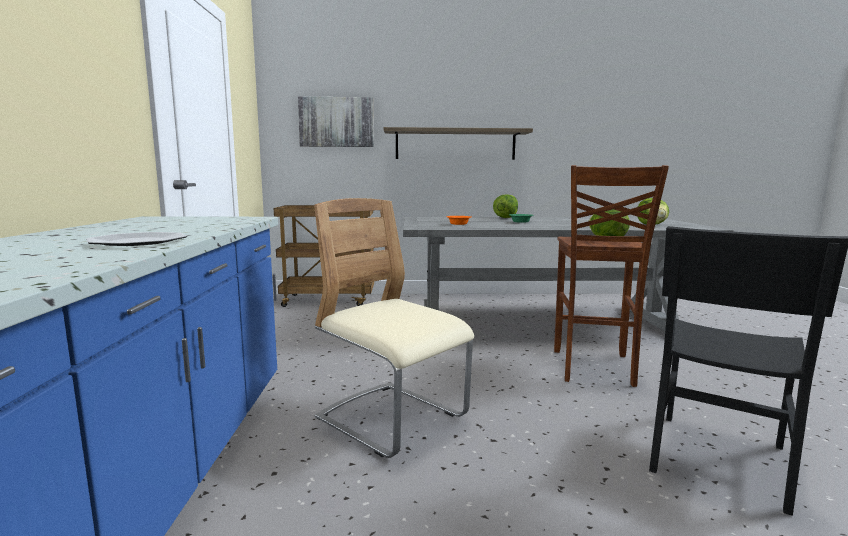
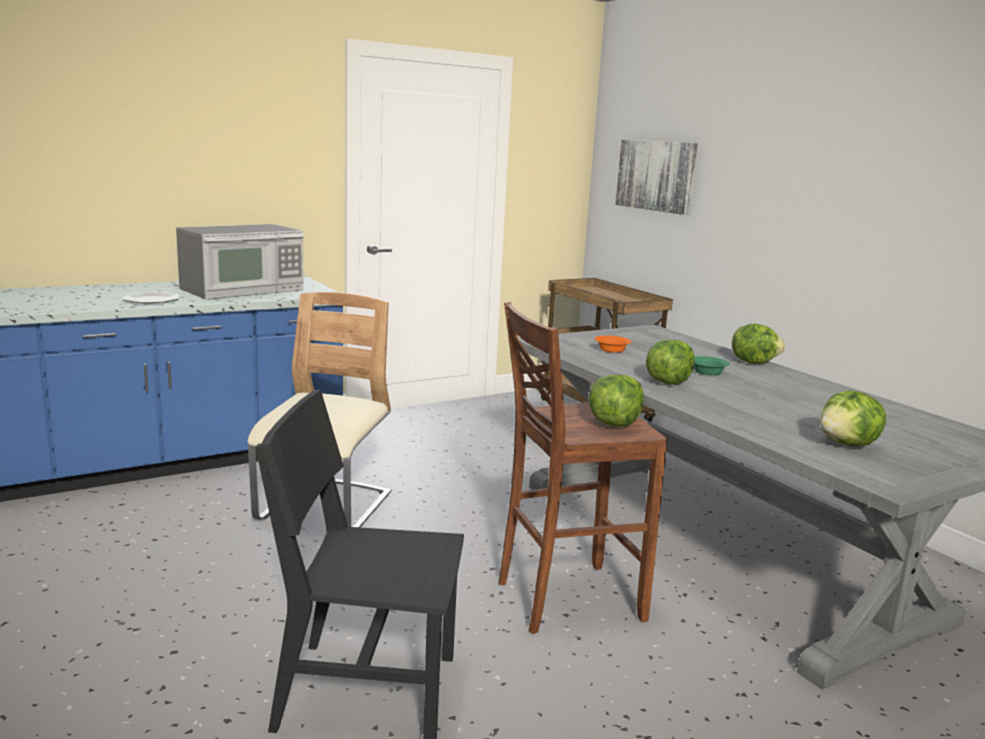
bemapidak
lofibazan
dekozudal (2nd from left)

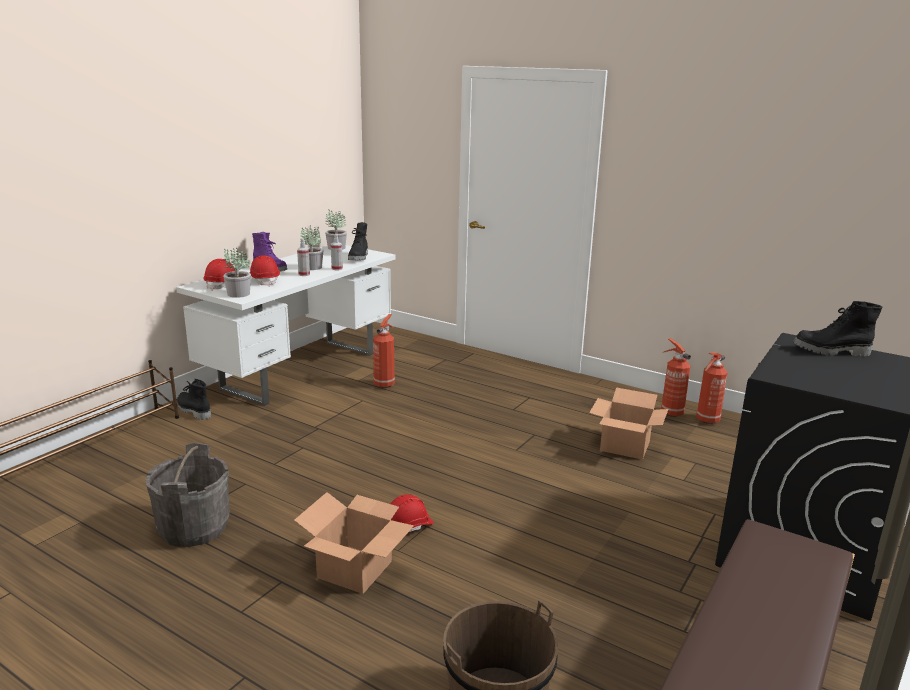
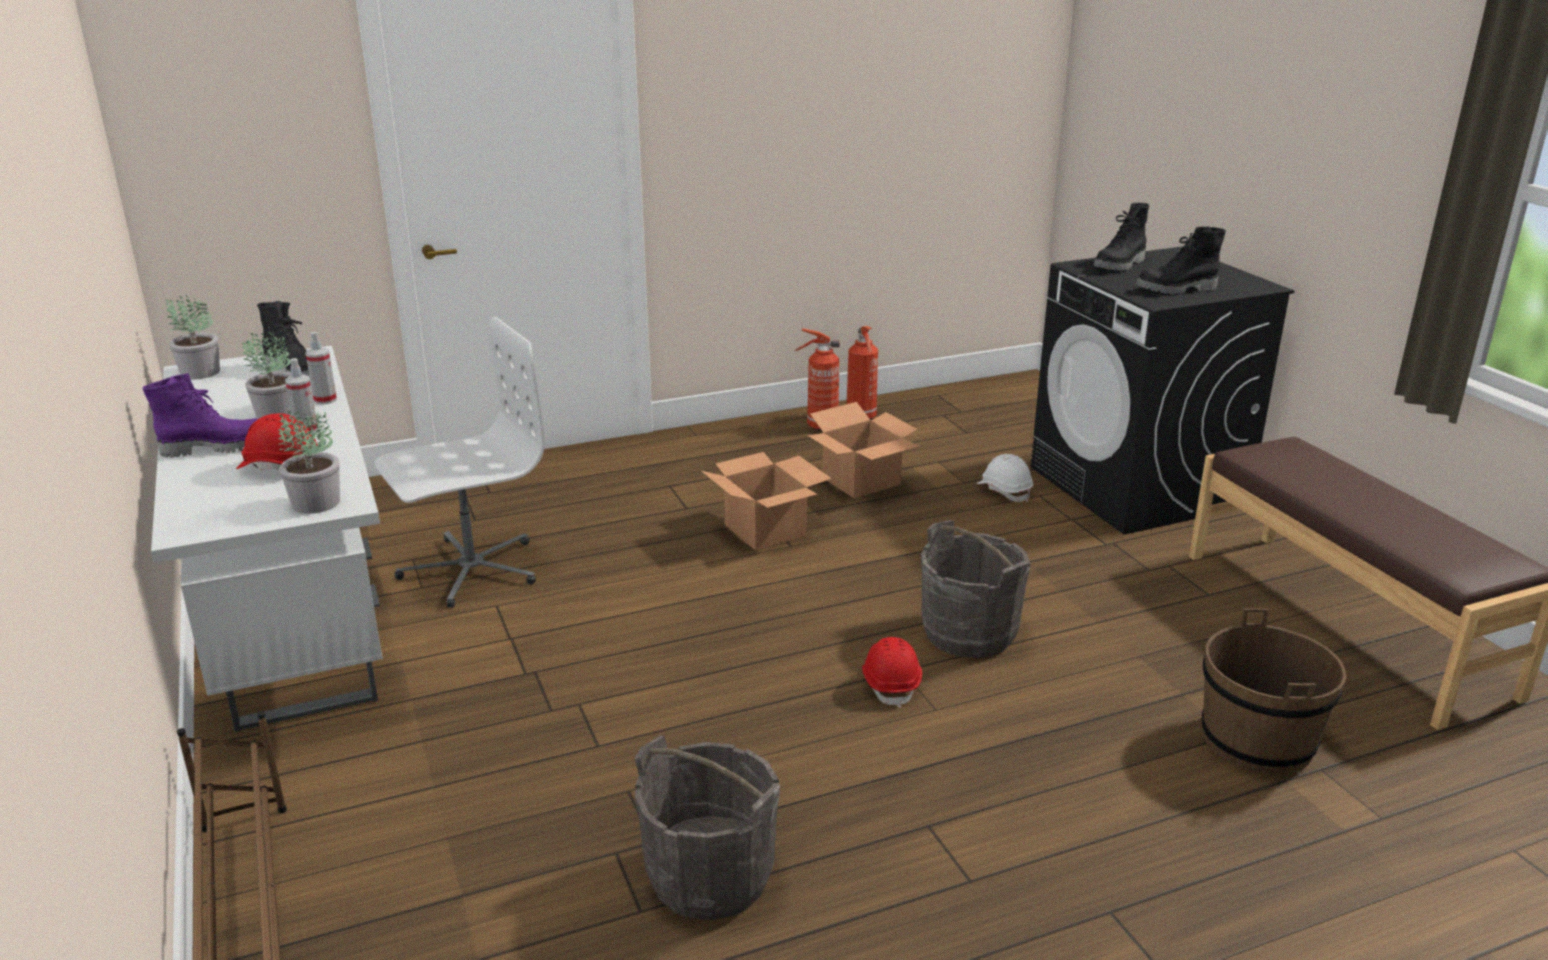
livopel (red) (1st from left in the first image)
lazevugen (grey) (2nd from left)
livopel (white)
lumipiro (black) (3rd from left)
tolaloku (1st from left)
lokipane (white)

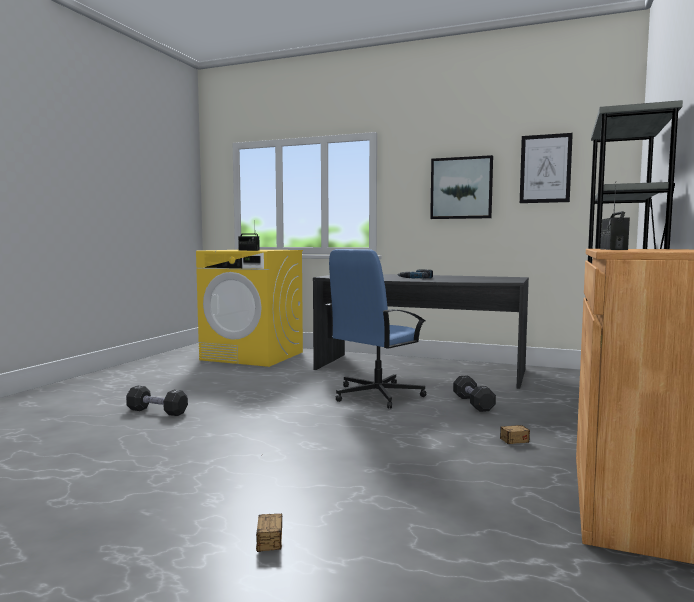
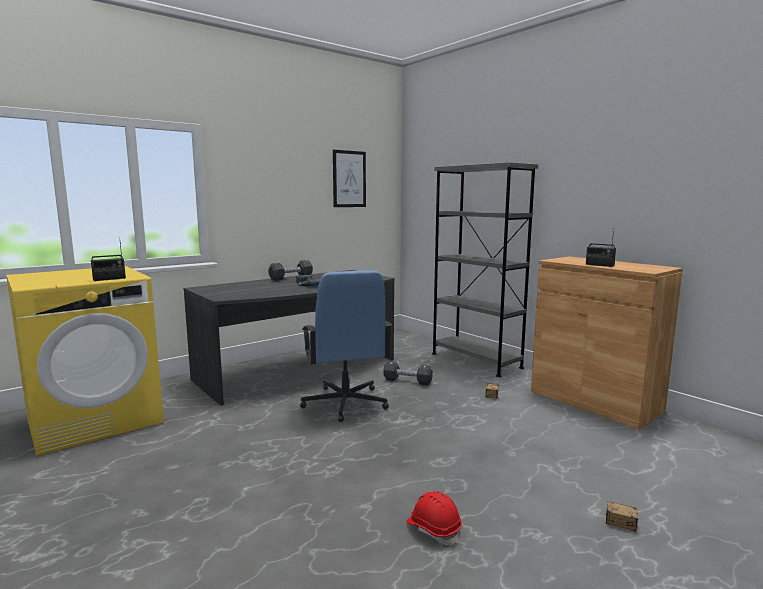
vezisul (1st from left in the first image)
livopel (red)
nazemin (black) (1st from left)

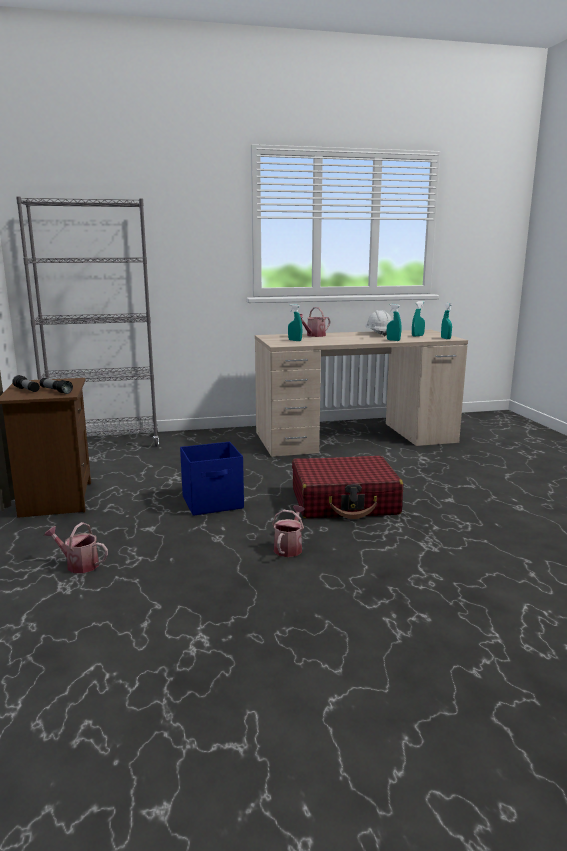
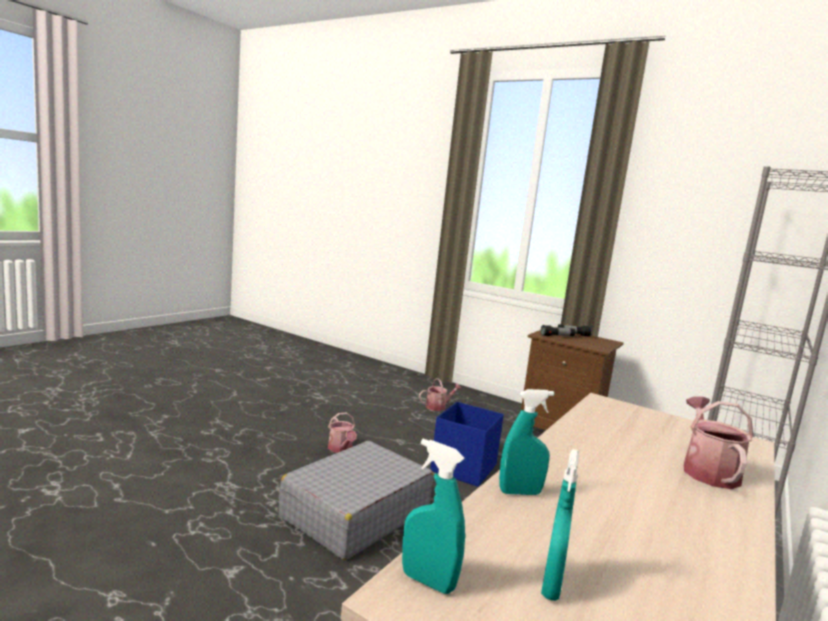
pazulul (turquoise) (1st from left in the first image)
livopel (white)
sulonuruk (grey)

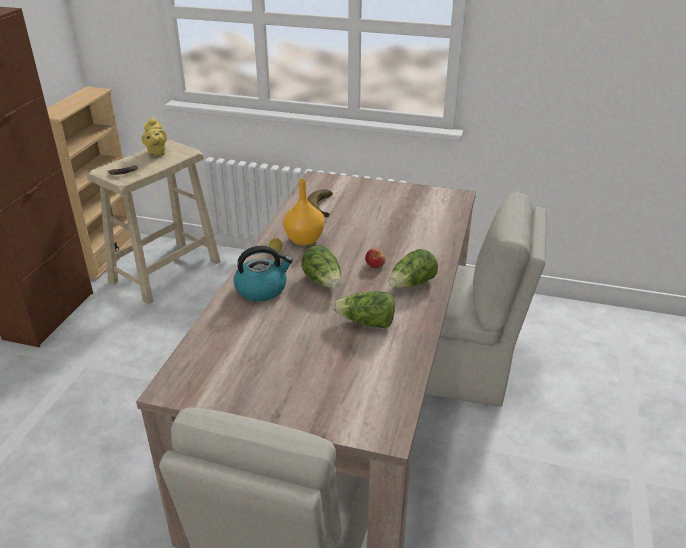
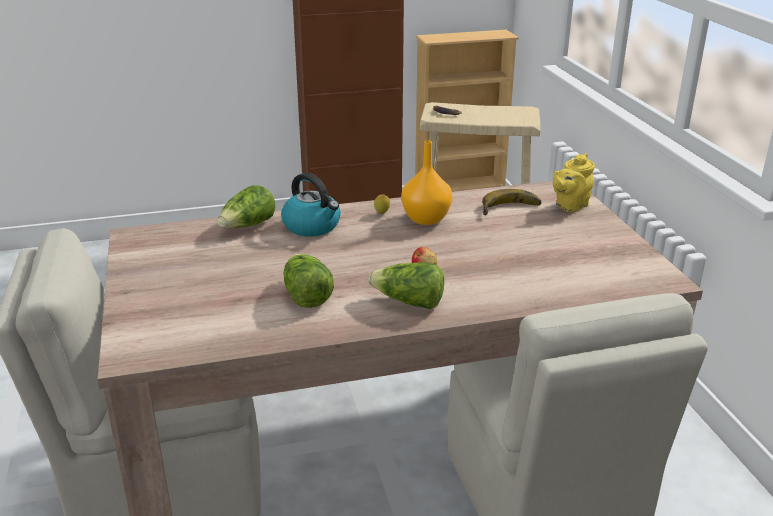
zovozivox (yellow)
dekozudal (1st from left)

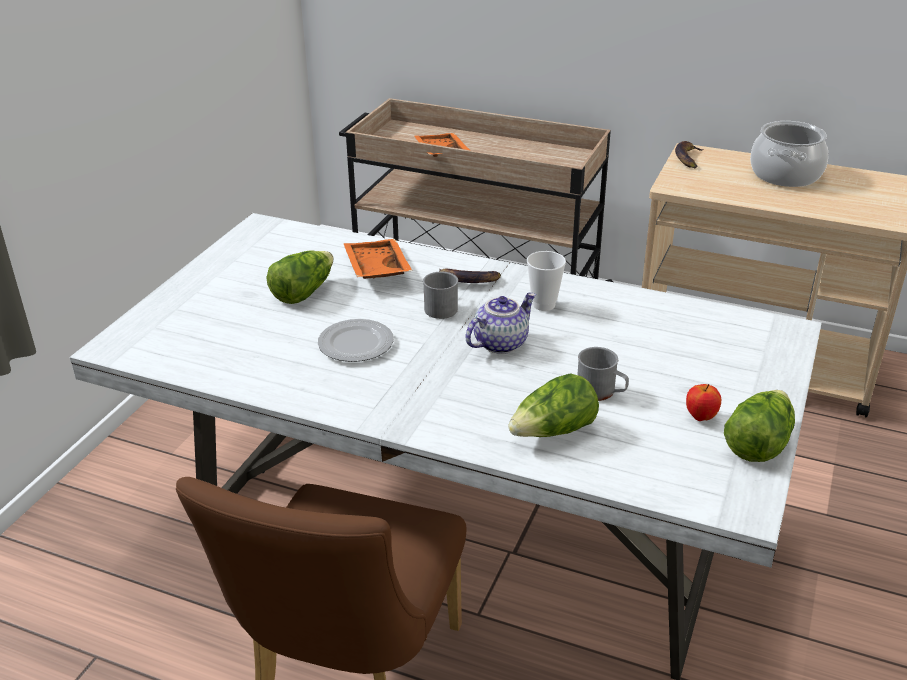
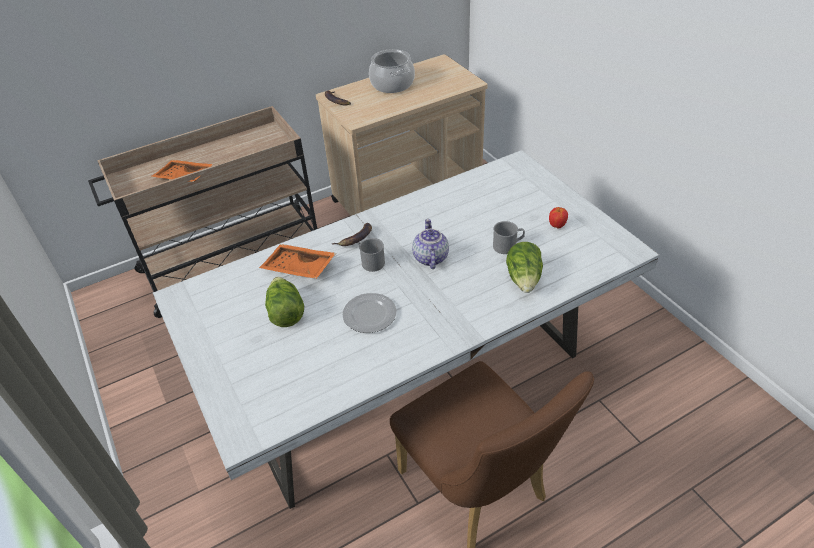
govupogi
dekozudal (3rd from left in the first image)

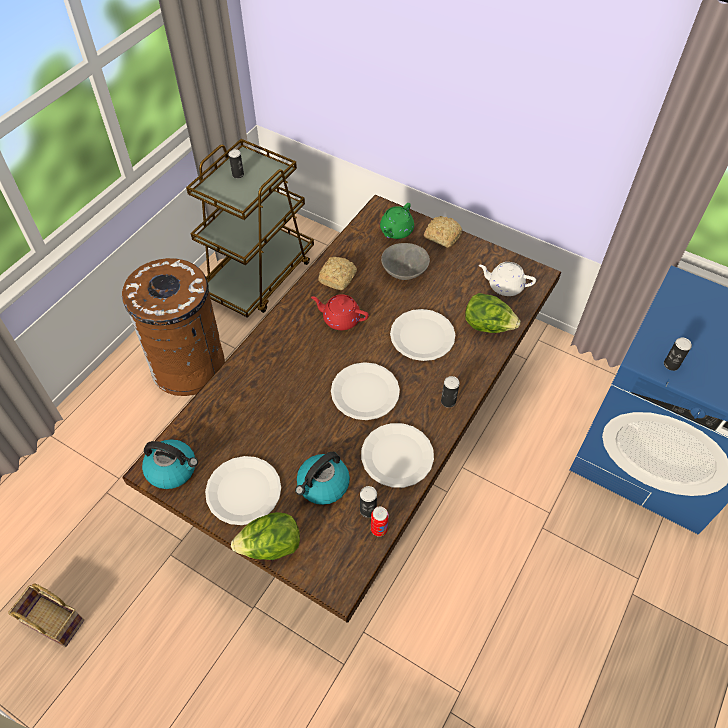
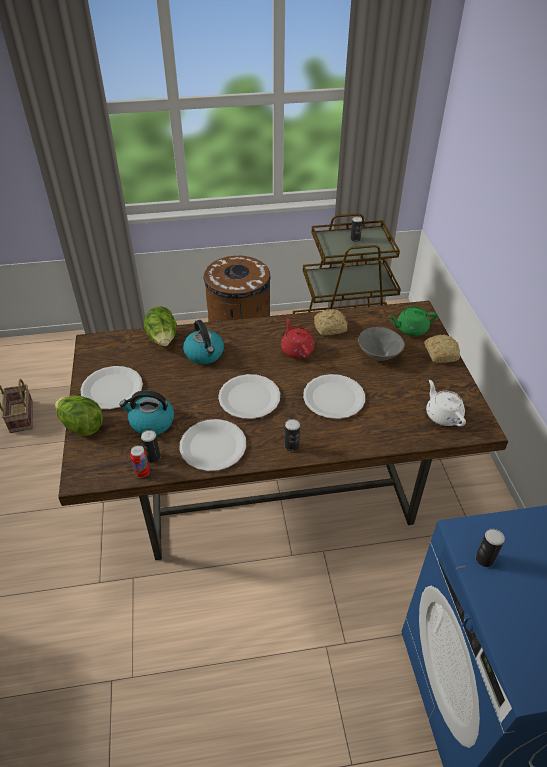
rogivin (2nd from left)
dekozudal (2nd from left)

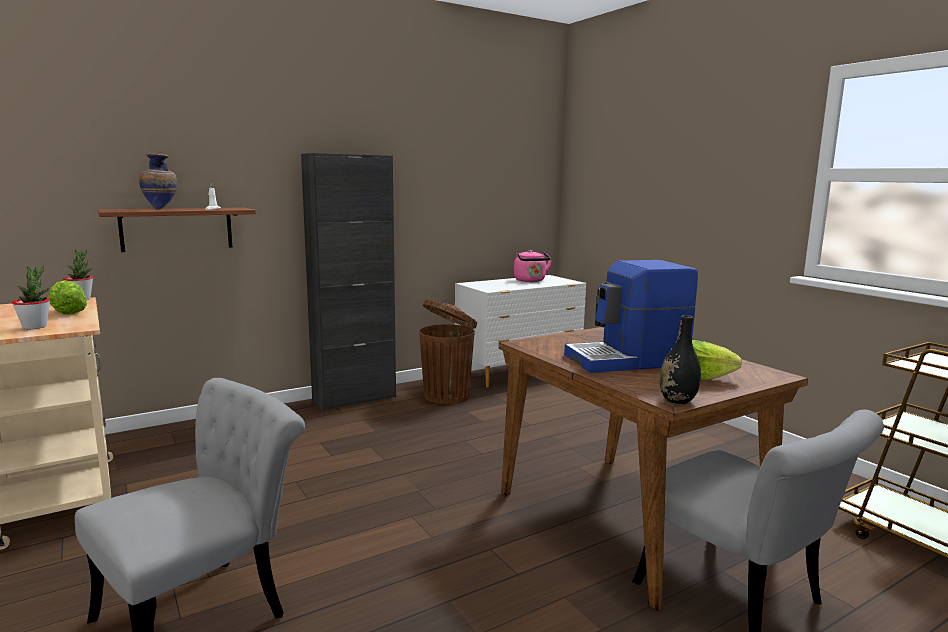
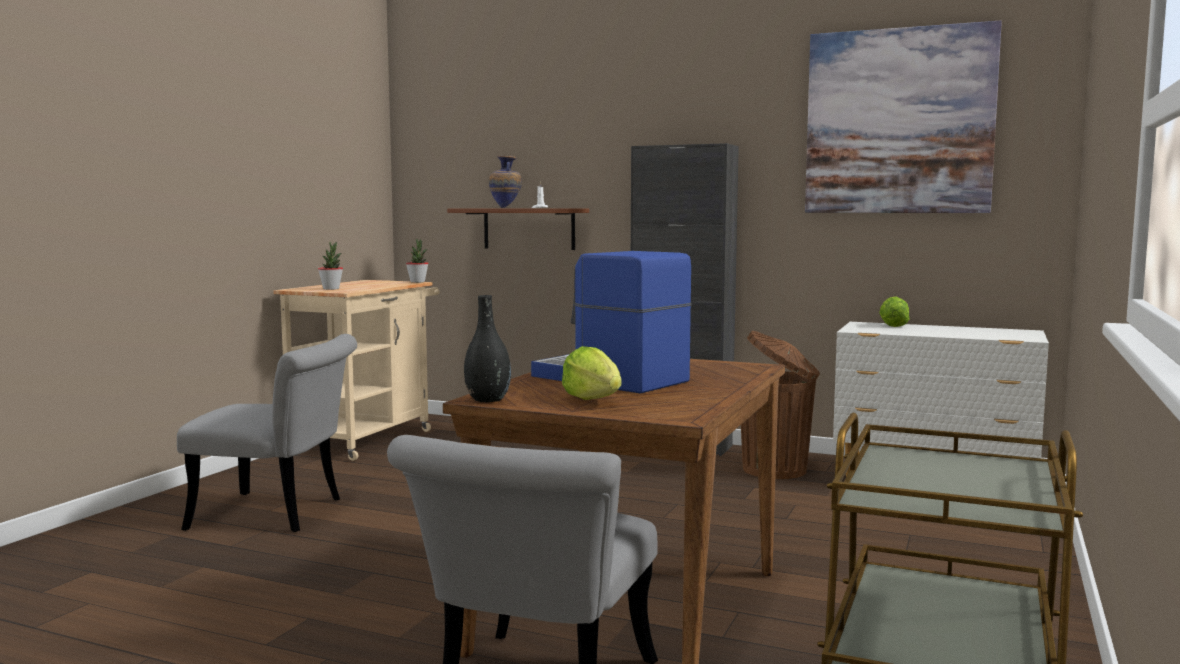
rogivin (pink)
vezisul
dekozudal (2nd from left)

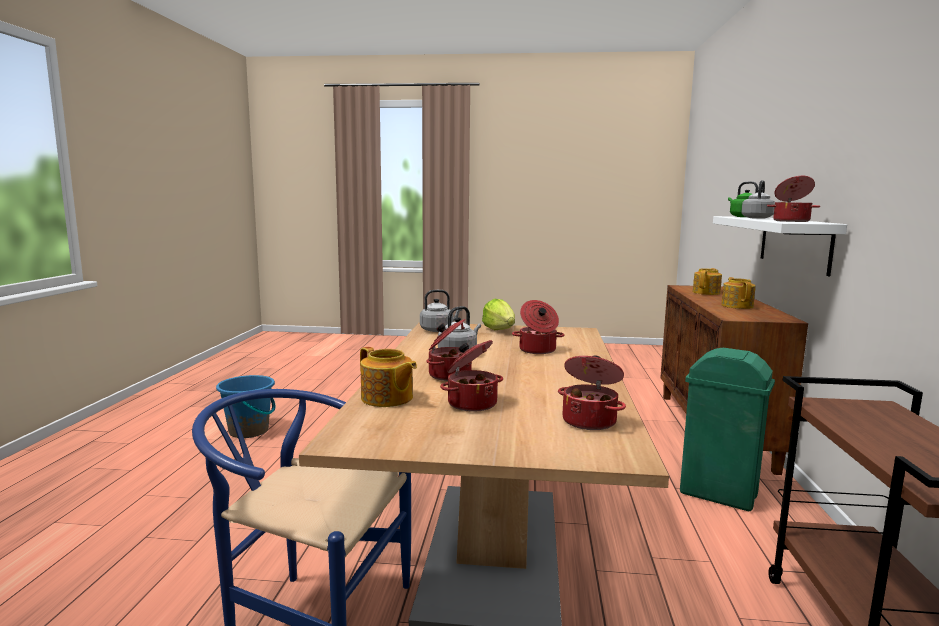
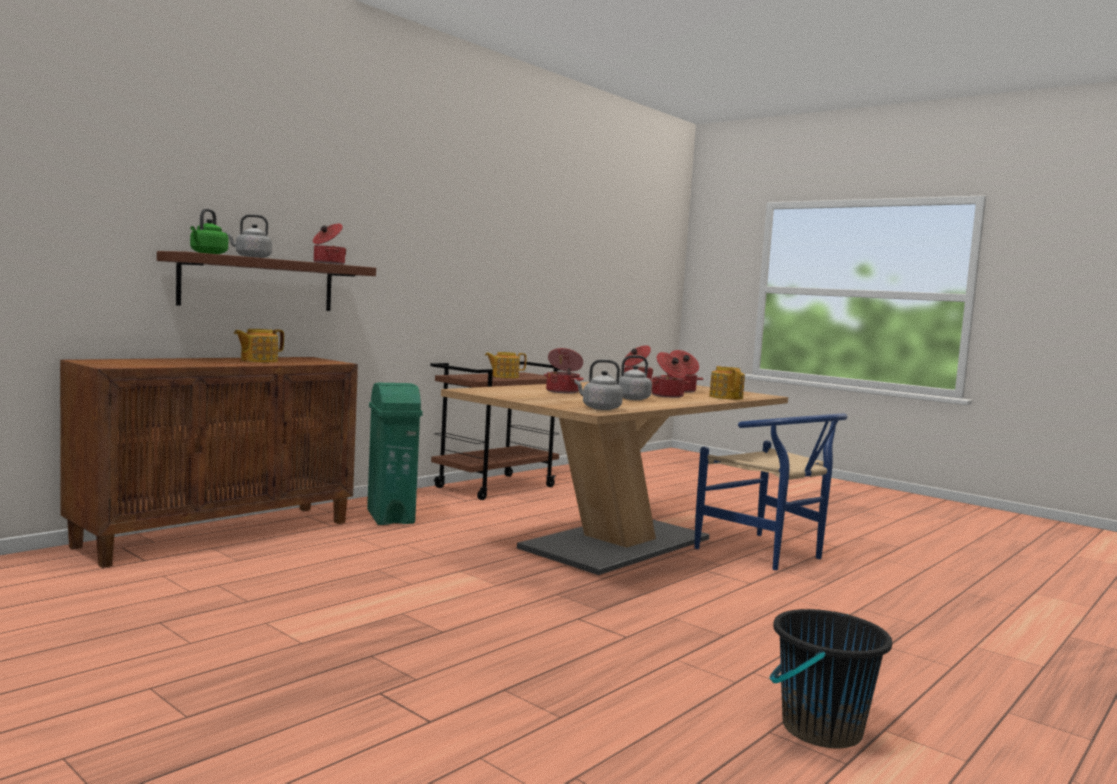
dekozudal
zovozivox (2nd from left)
lazevugen (black)
bemapidak (brown)

